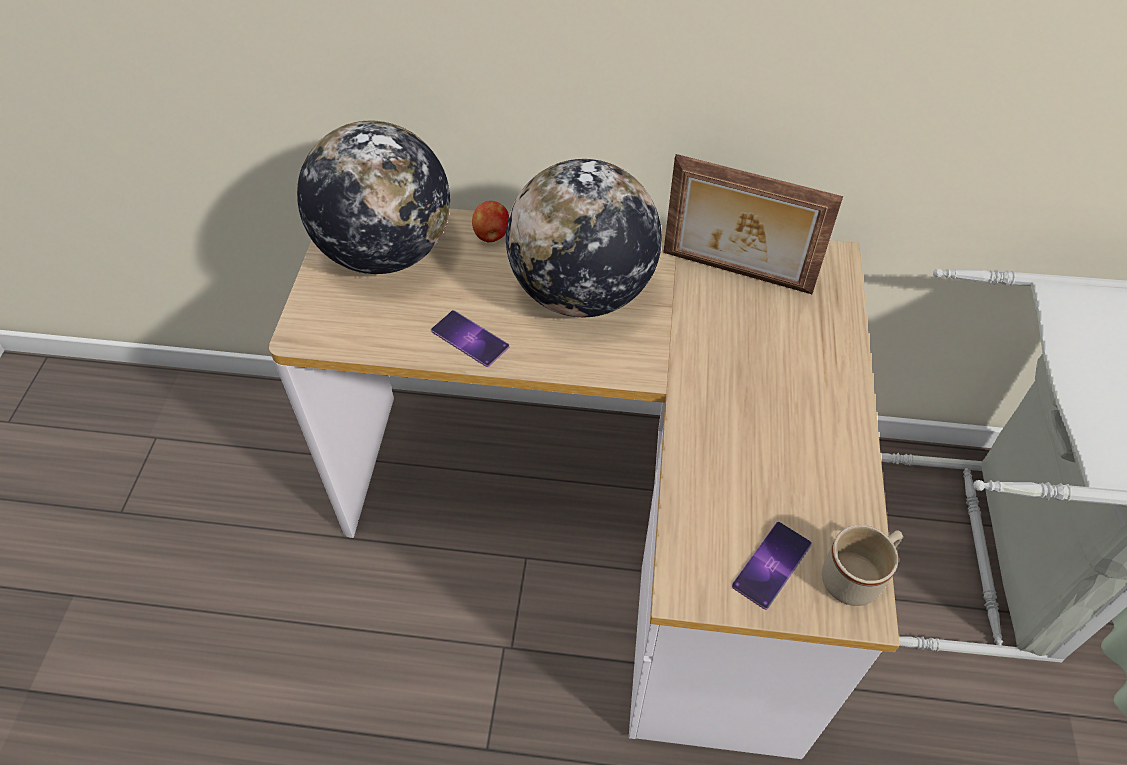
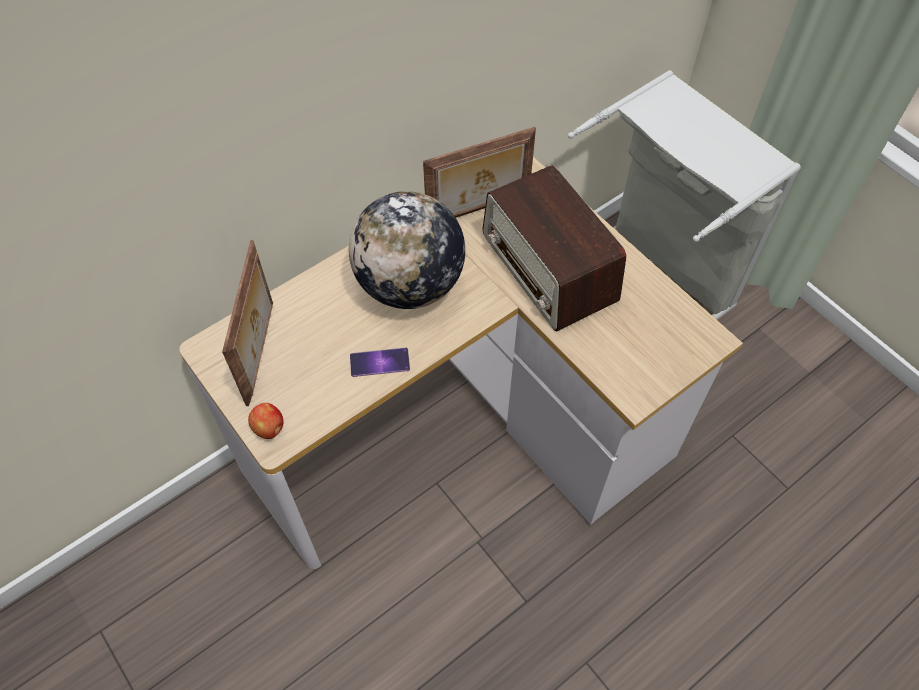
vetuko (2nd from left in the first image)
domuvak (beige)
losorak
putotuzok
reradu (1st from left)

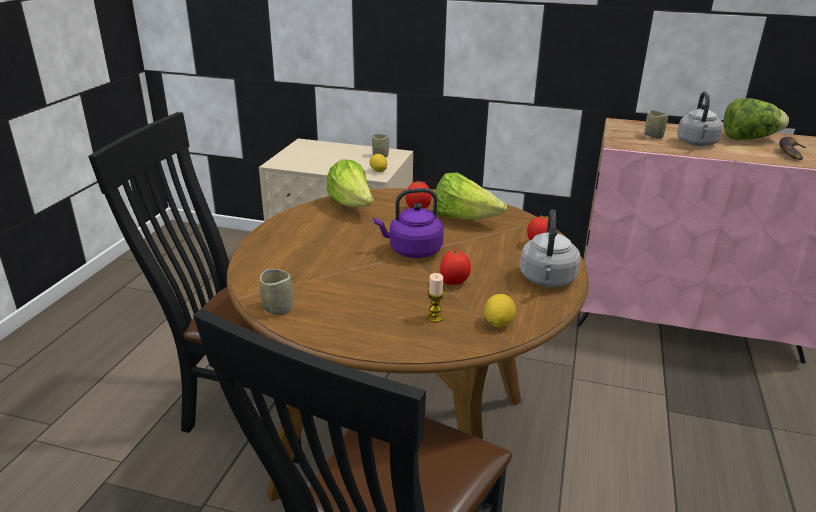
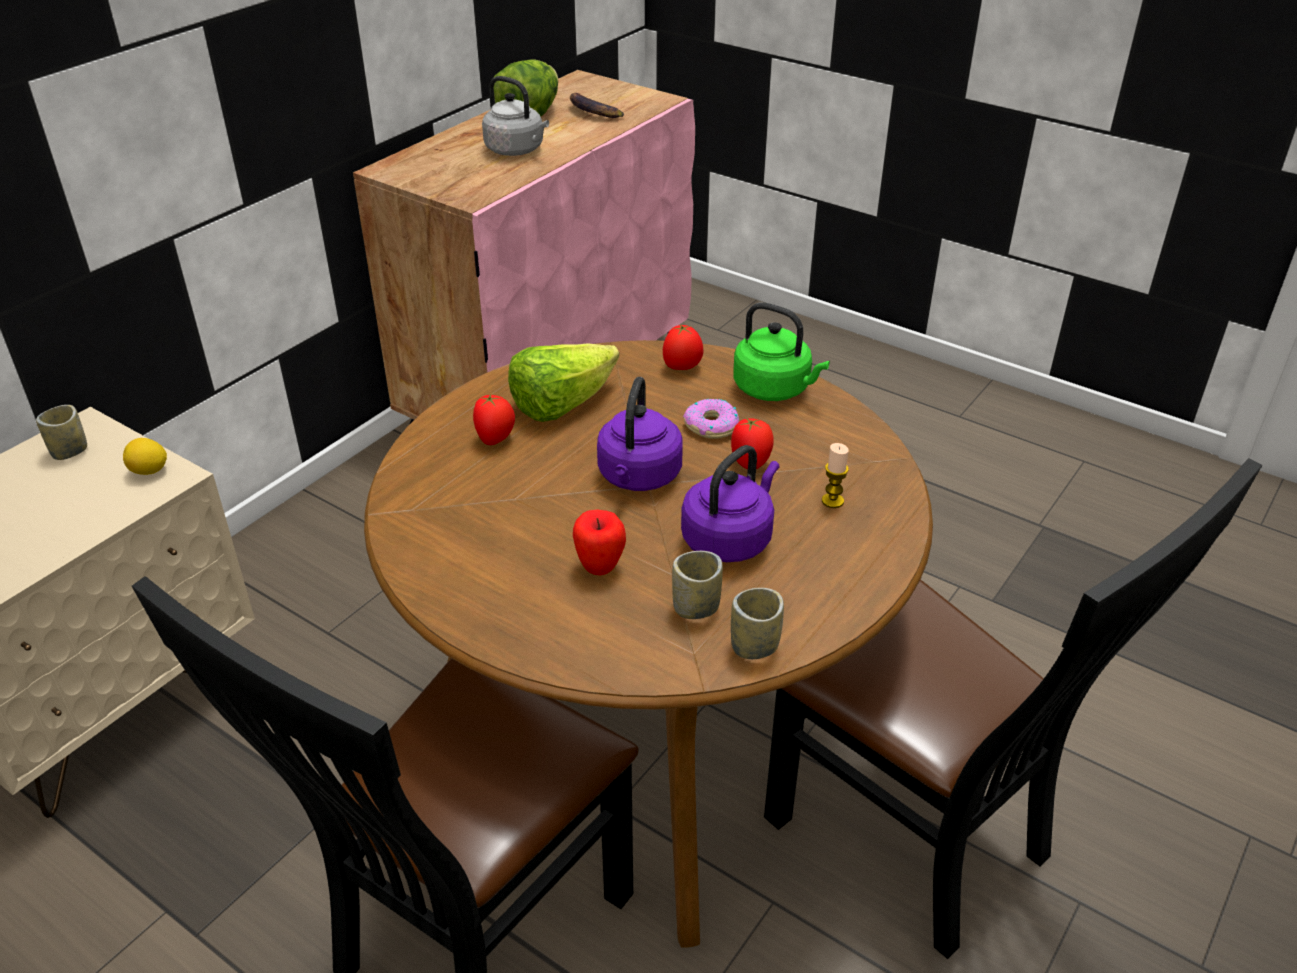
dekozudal (1st from left in the first image)
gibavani (2nd from left in the first image)
putotuzok
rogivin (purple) (2nd from left)
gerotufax
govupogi (2nd from left)
rogivin (green)

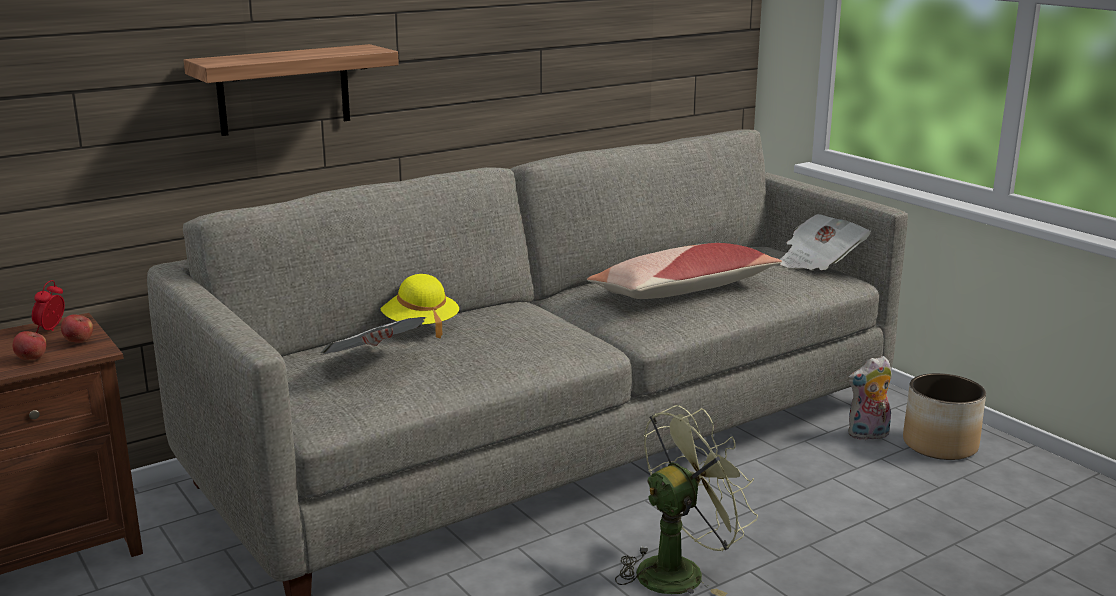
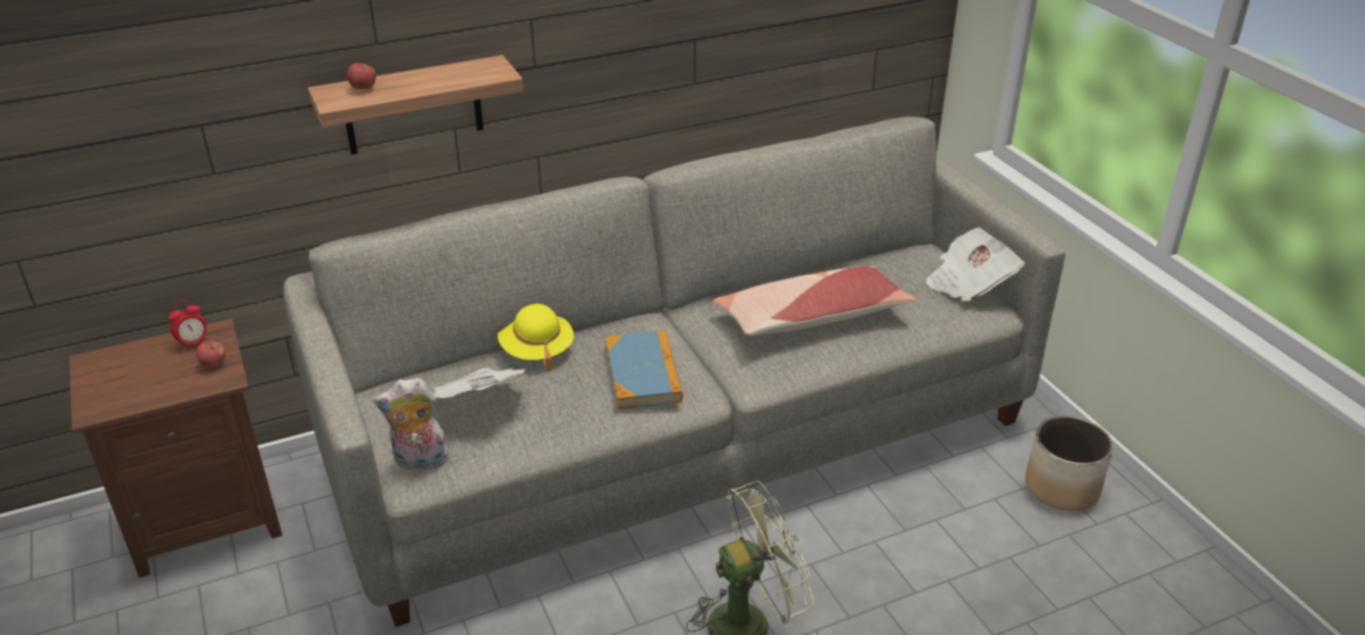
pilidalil
putotuzok (2nd from left)
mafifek
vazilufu

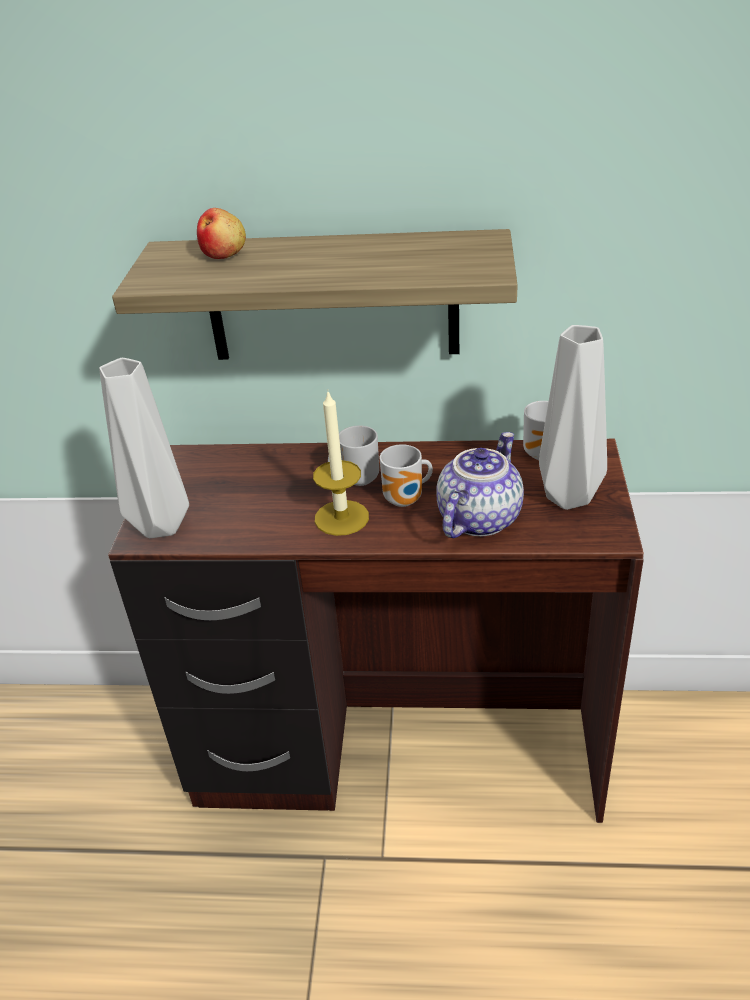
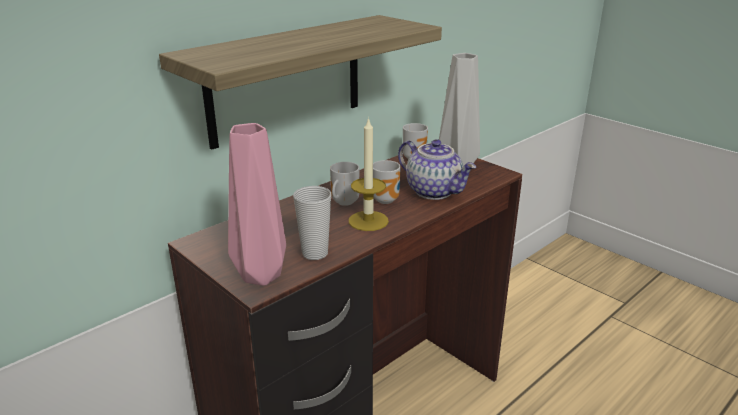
putotuzok
govupogi
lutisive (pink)
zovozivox

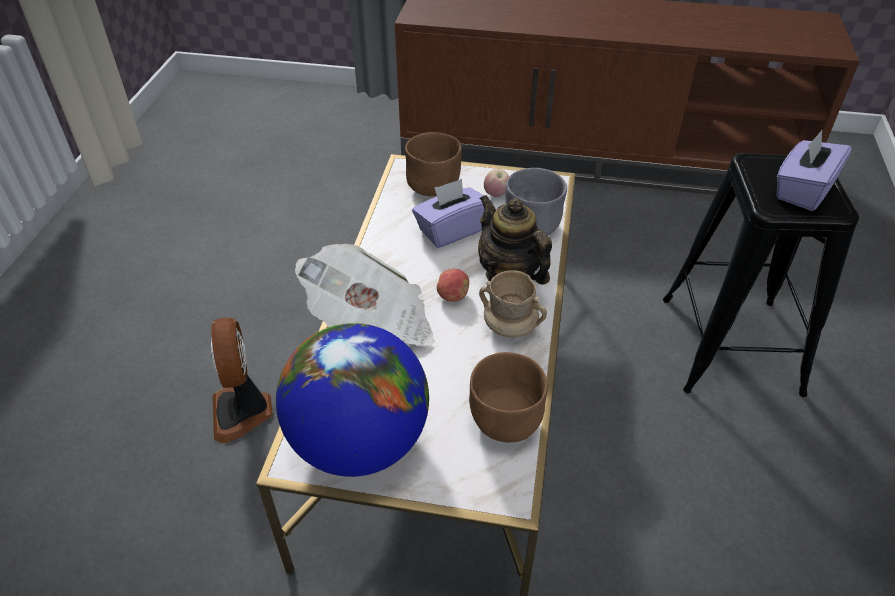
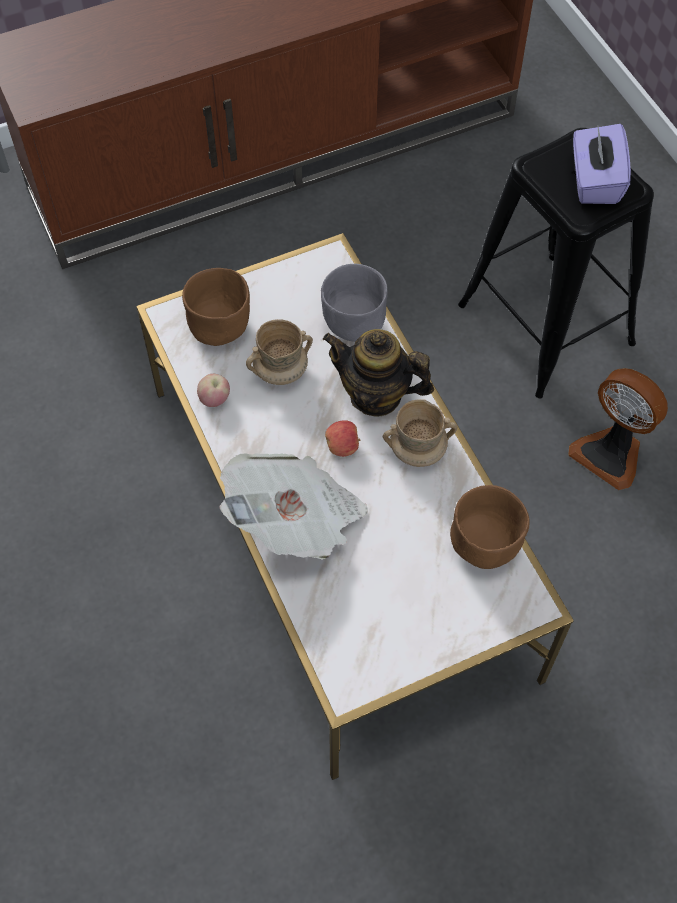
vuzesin
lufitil
putotuzok (1st from left)
domuvak (beige) (1st from left)

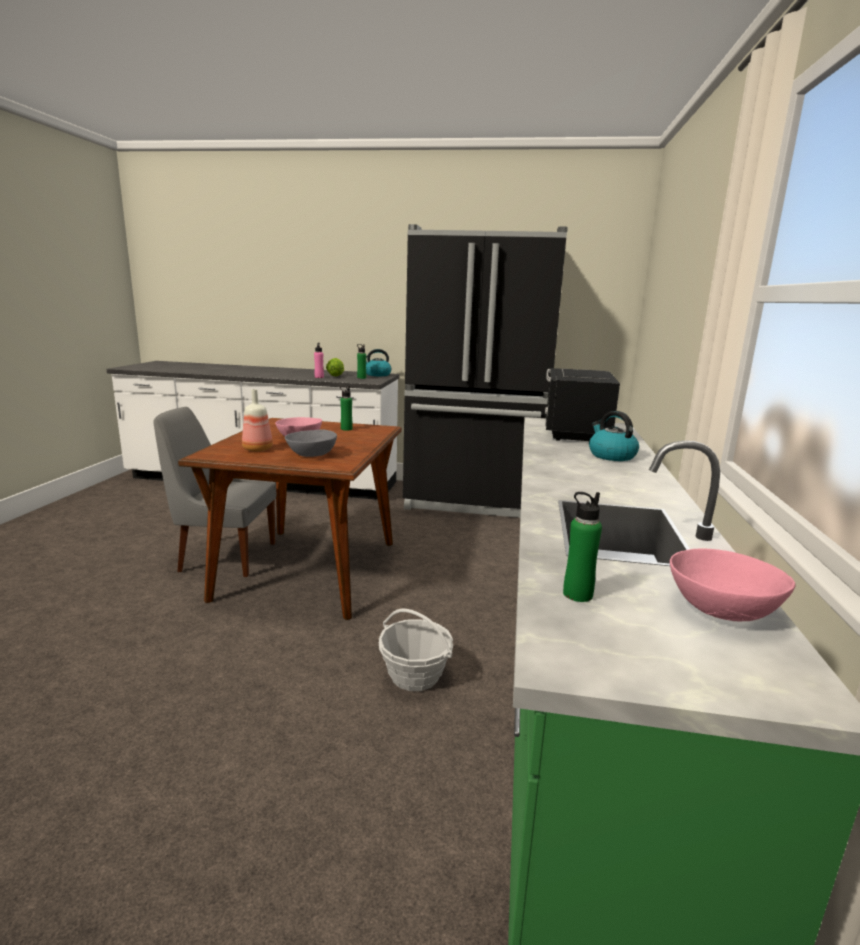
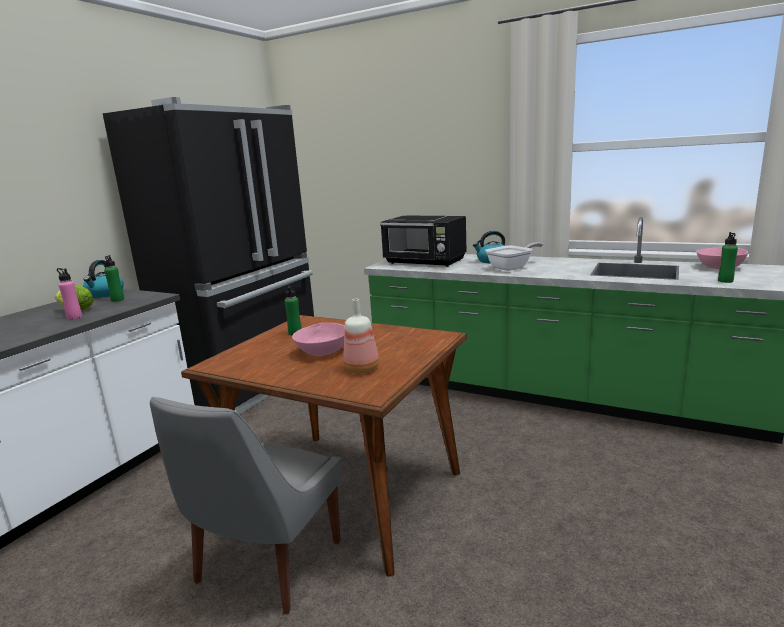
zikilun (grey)
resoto
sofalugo

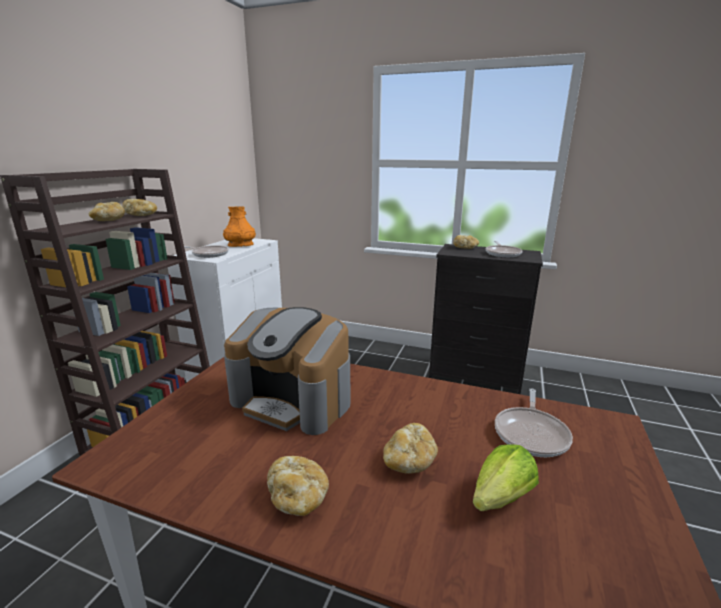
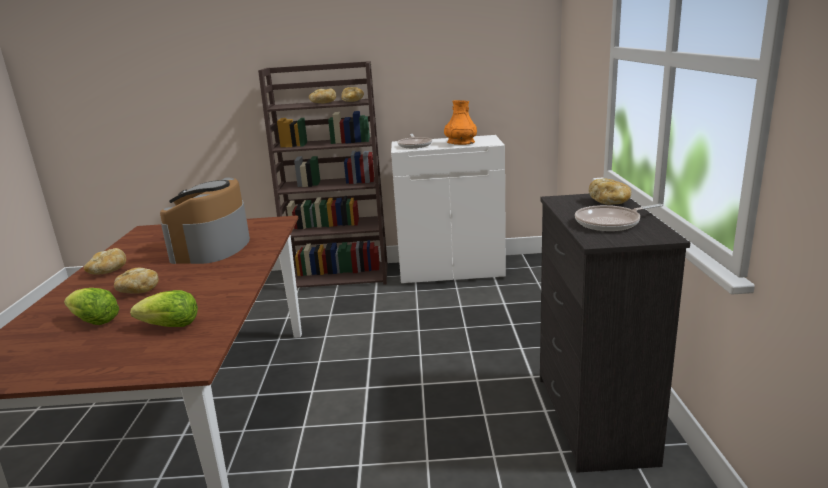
dekozudal (2nd from left)

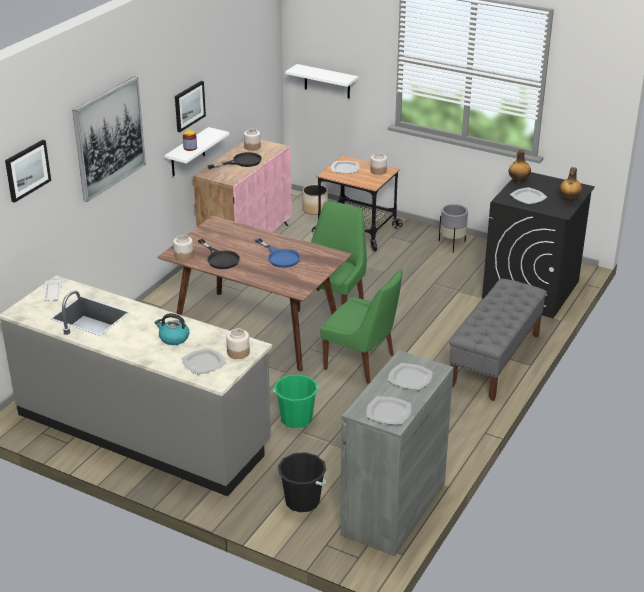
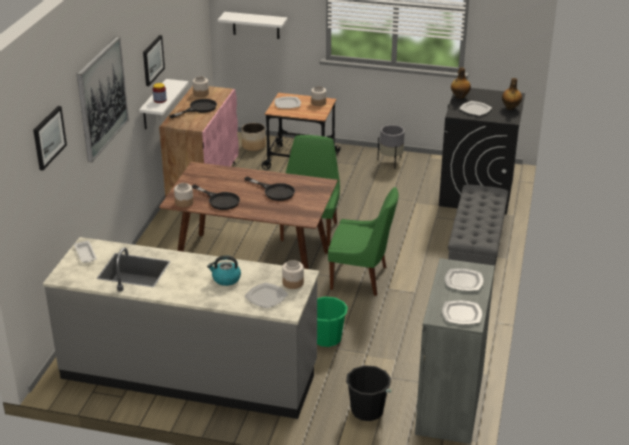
sofalugo (black) (3rd from left)

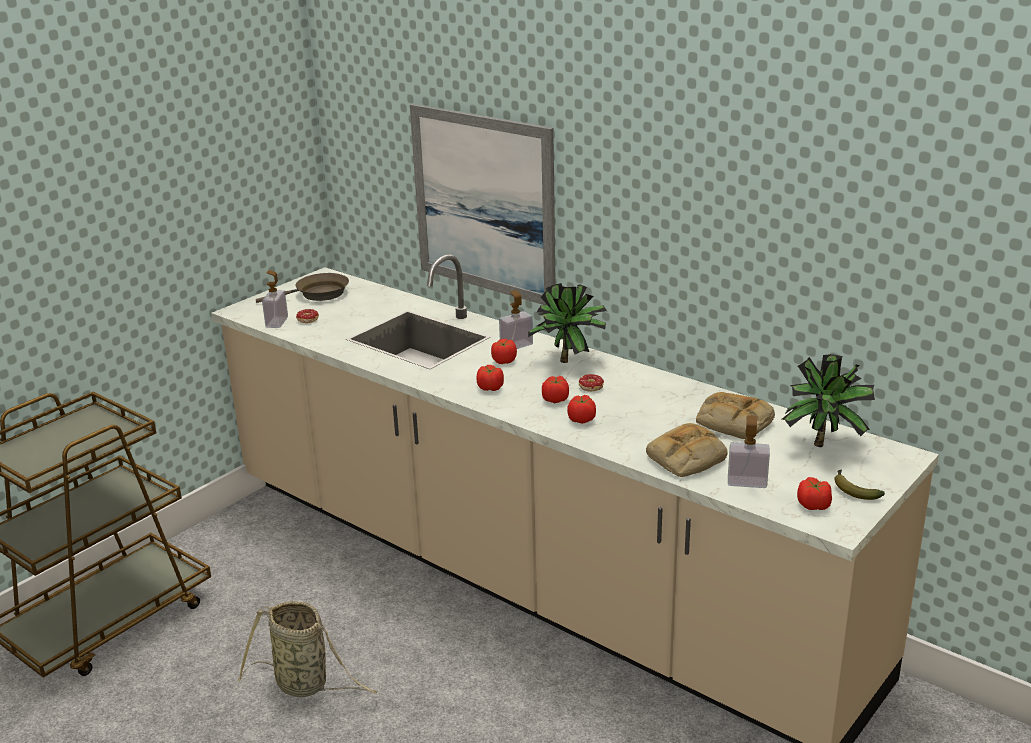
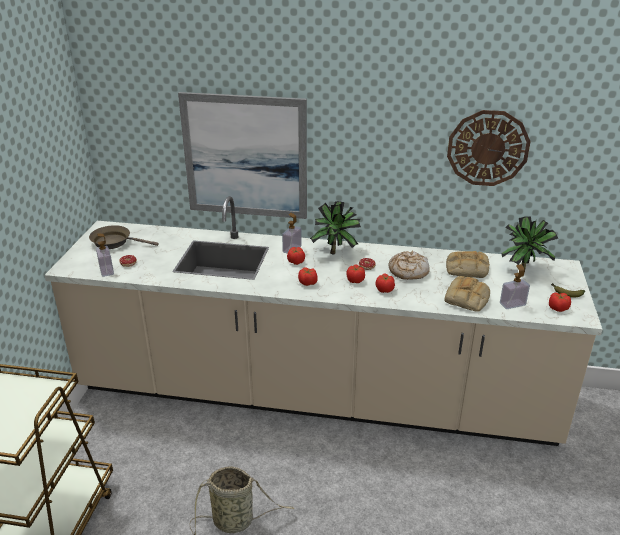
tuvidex (1st from left)
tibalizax
sofalugo (brown)

